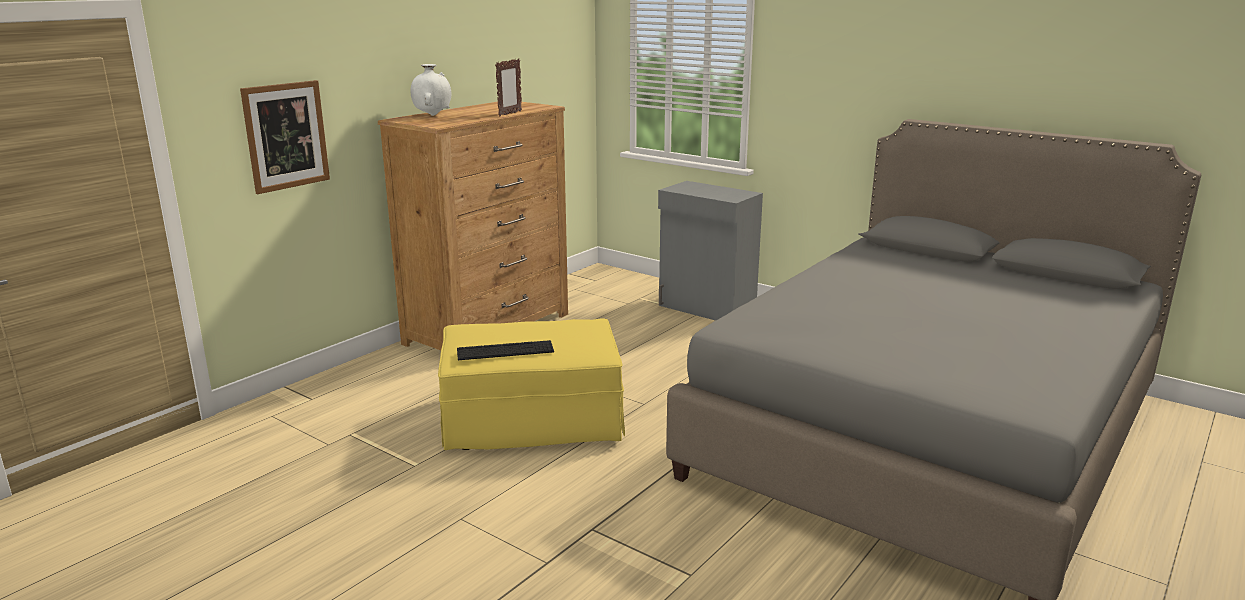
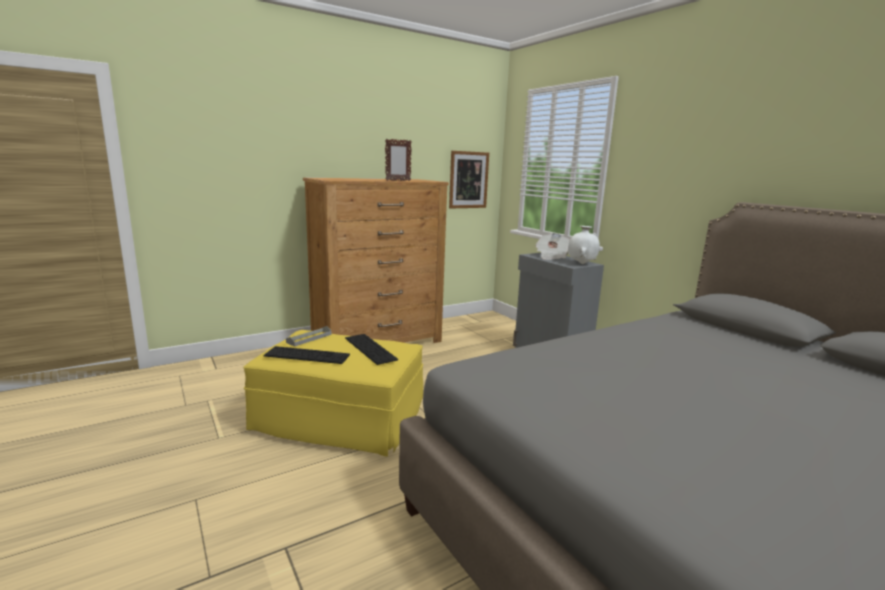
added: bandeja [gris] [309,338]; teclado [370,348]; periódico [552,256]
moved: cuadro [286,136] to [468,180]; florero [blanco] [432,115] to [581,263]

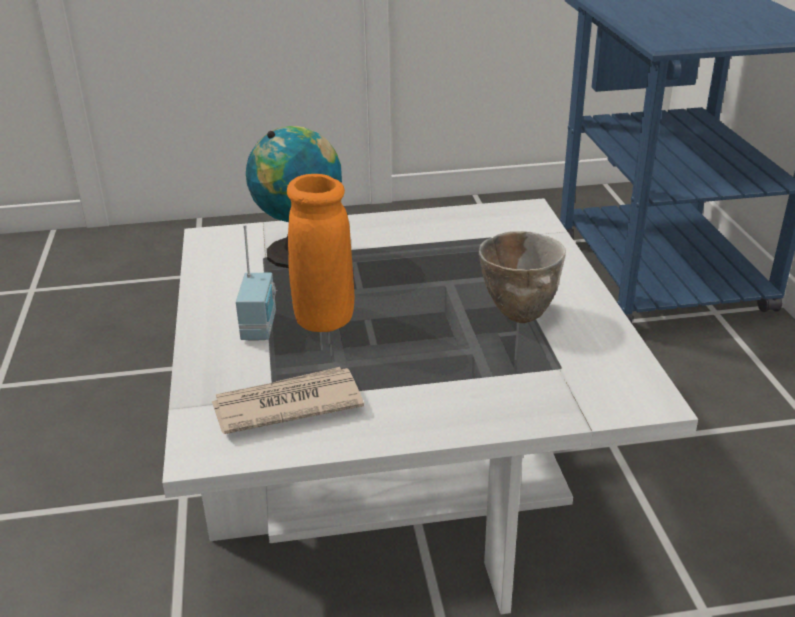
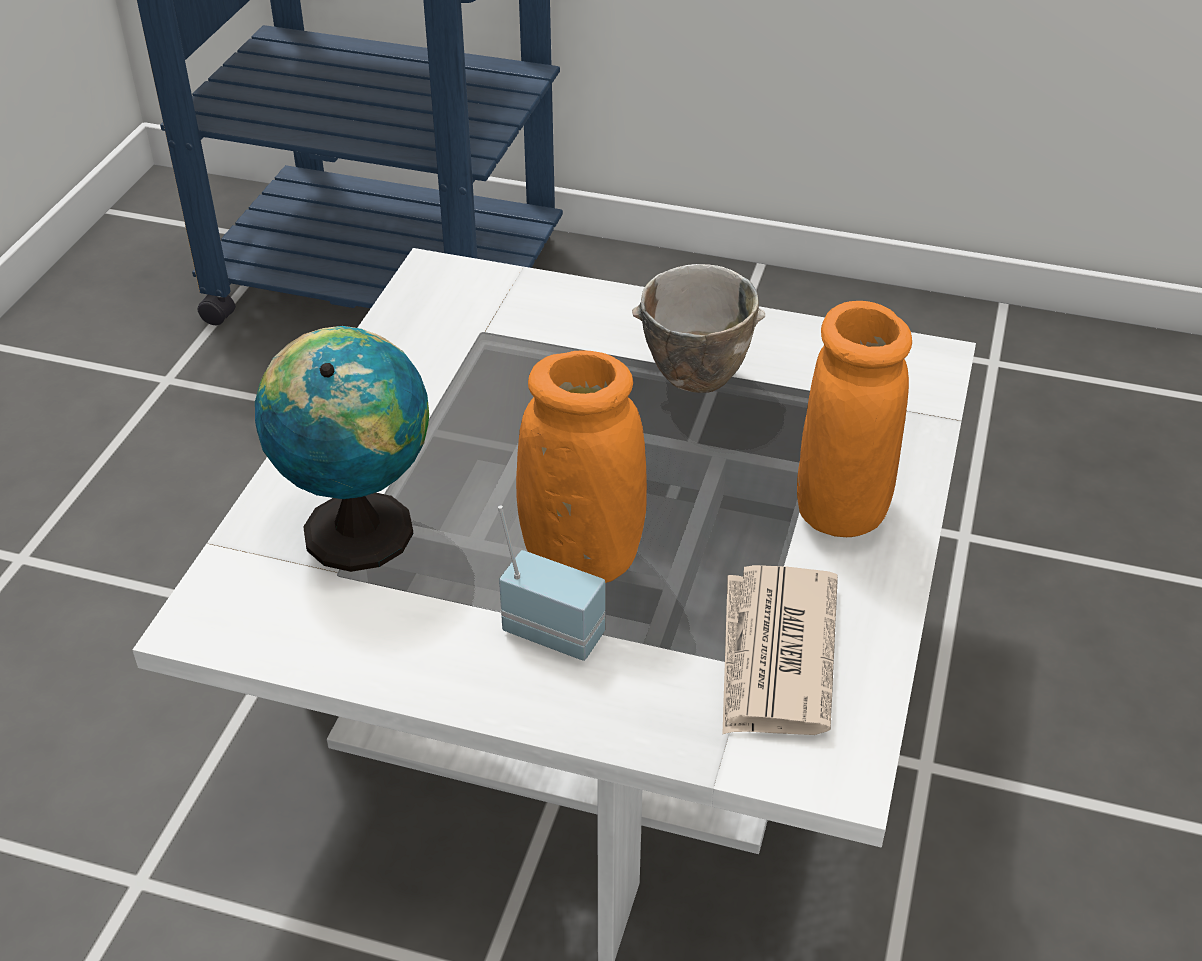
added: florero [naranja] [841,509]

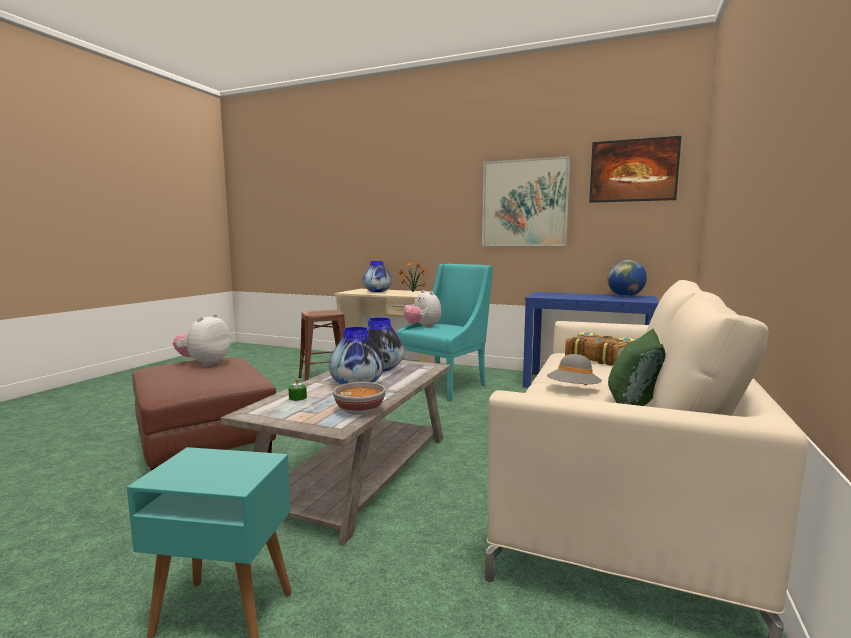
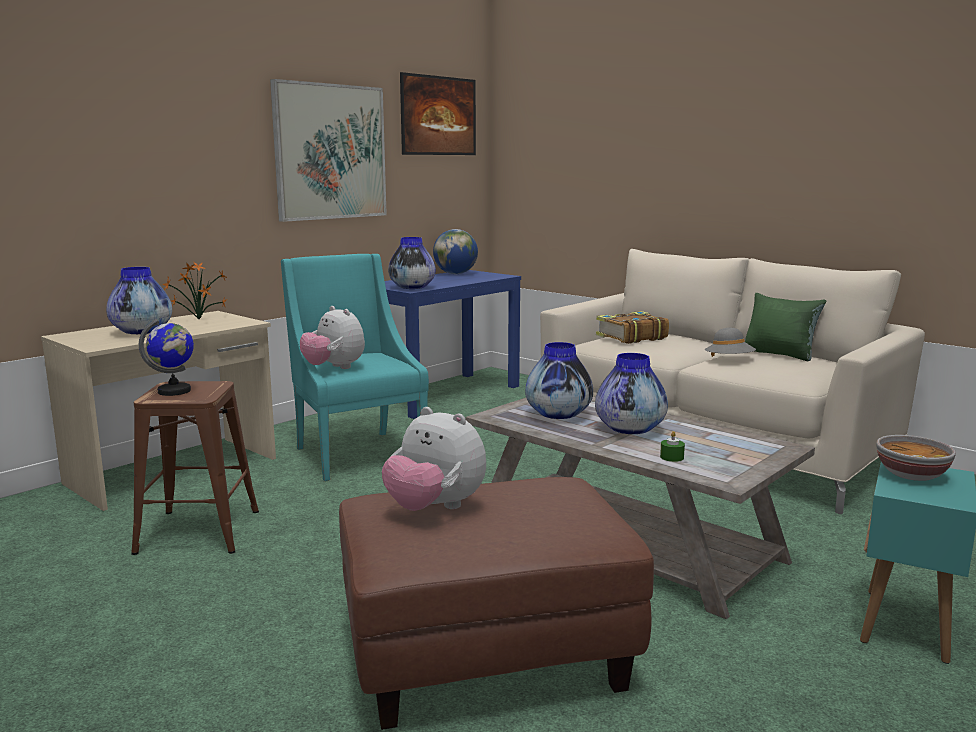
added: globo terráqueo [174,391]; florero [412,288]
moved: cuenco [360,410] to [911,474]
turned: peluche [422,327] = [334,368] 60 degrees clockwise

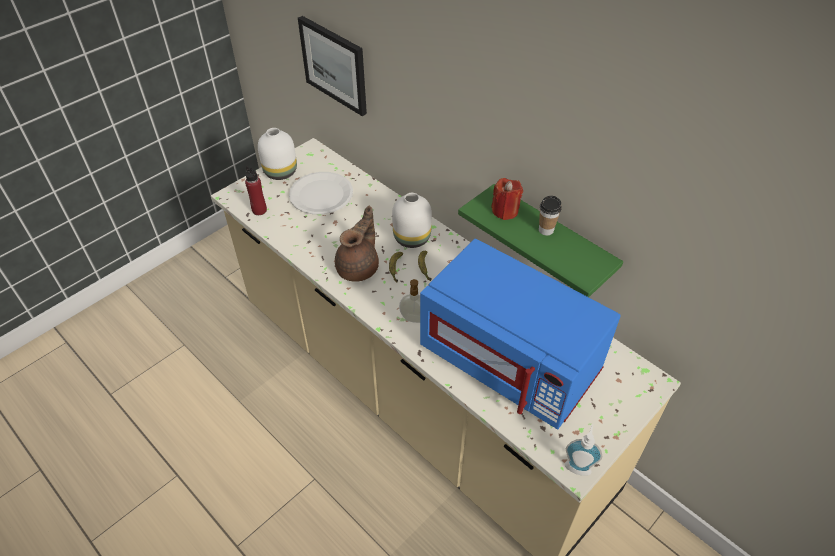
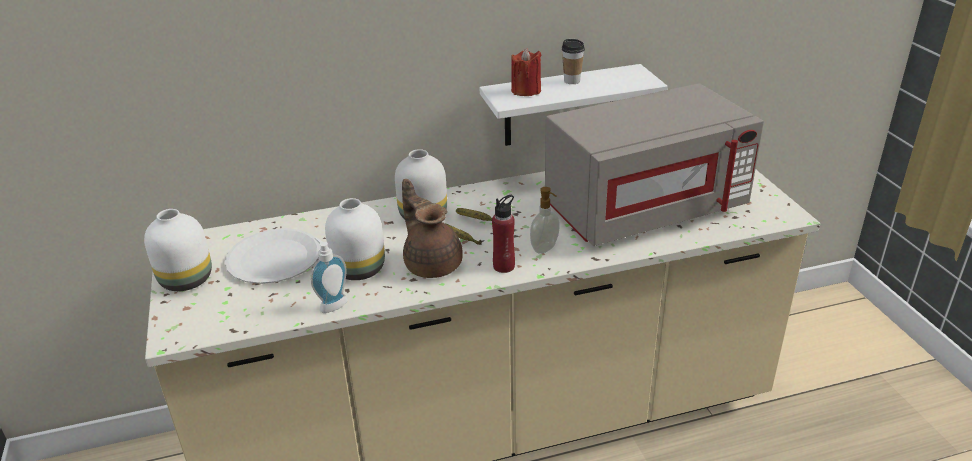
removed: cuadro [334,65]
added: florero [blanco] [358,269]
moved: dispensador de jabón [578,465] to [331,304]; botella [rojo] [259,210] to [504,266]
recoloured: estante [verde] [550,242] to estante [blanco] [561,106]; microondas [azul] [510,360] to microondas [gris] [644,209]

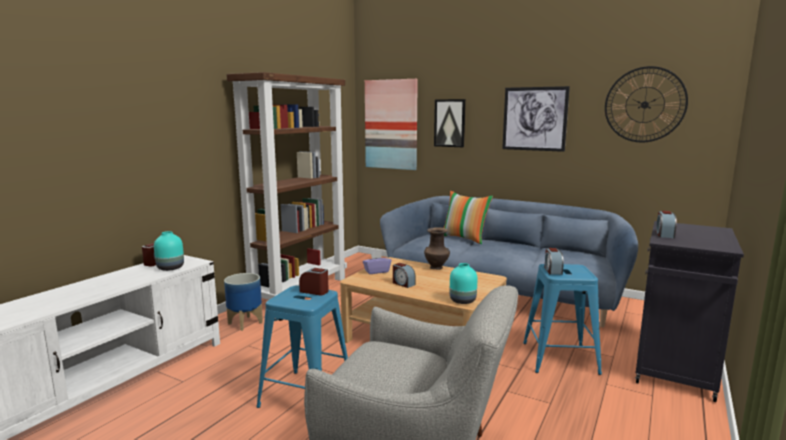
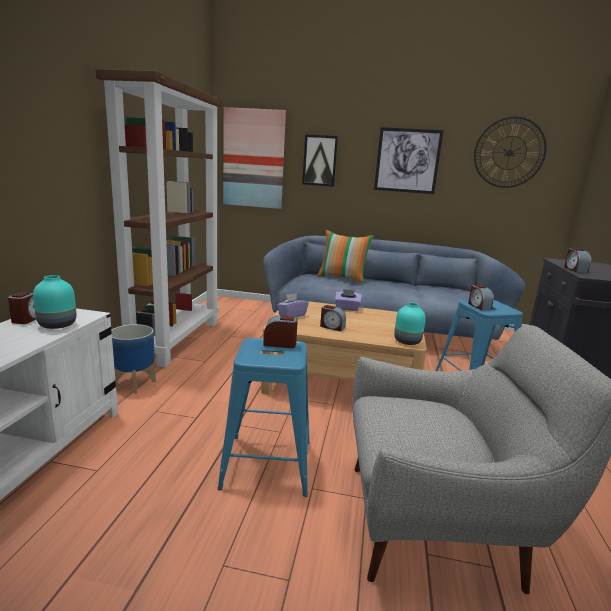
replaced: florero [marrón] [437,268] to caja de pañuelos [morado] [347,308]

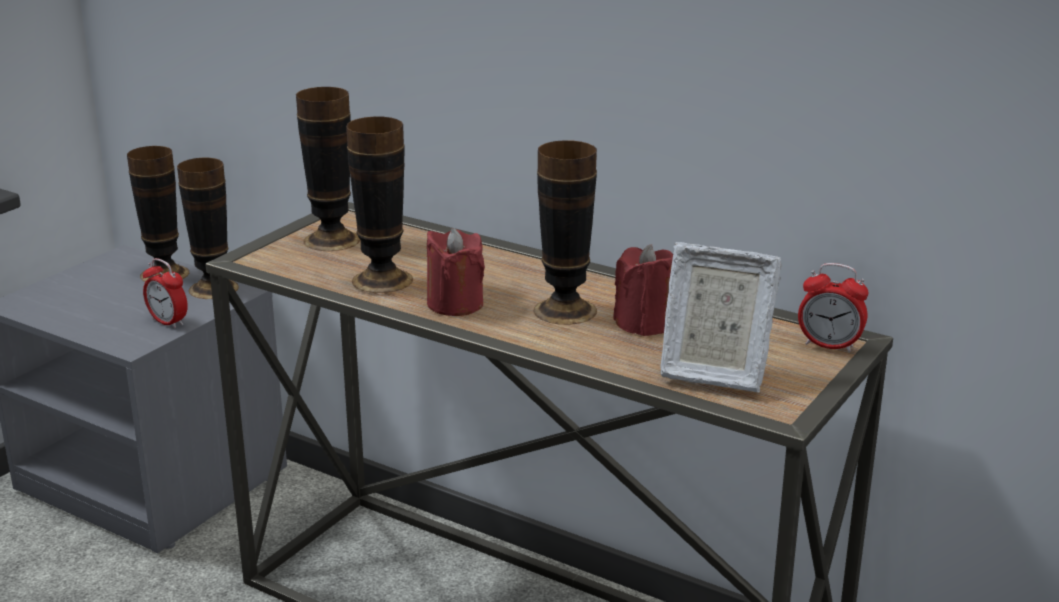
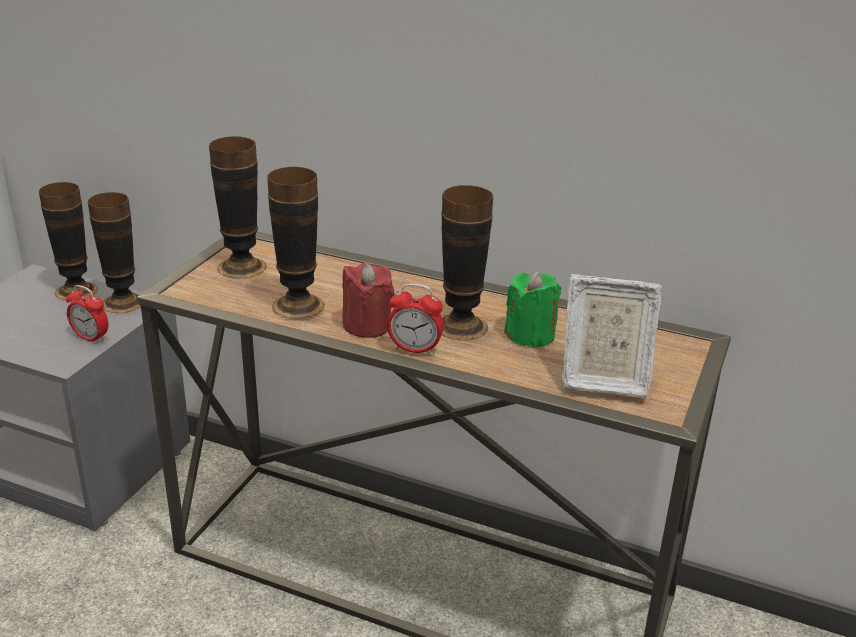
moved: despertador [829,345] to [415,349]
recoloured: vela [rojo] [644,323] to vela [verde] [530,335]

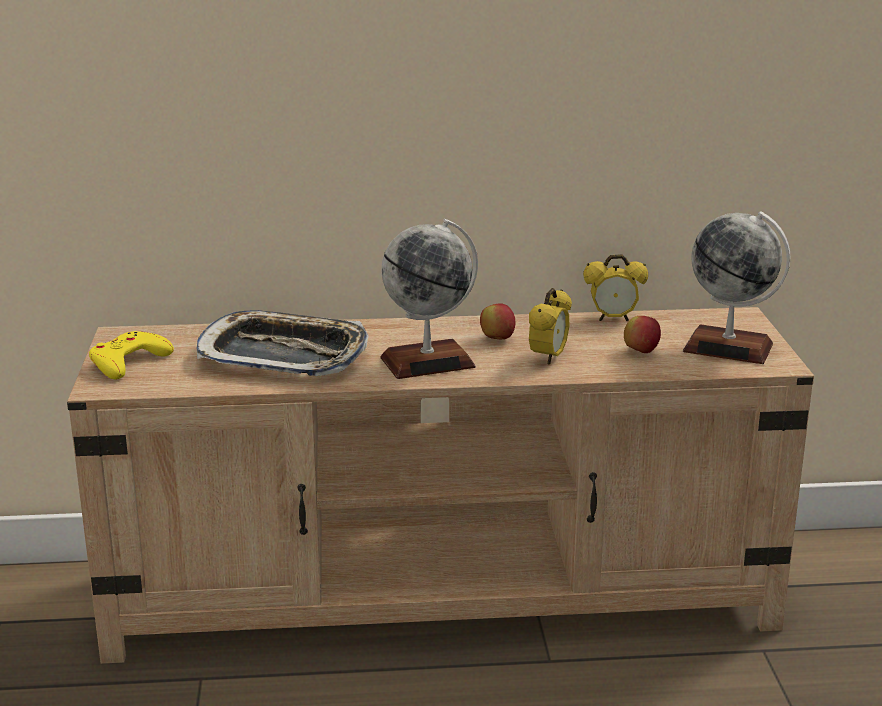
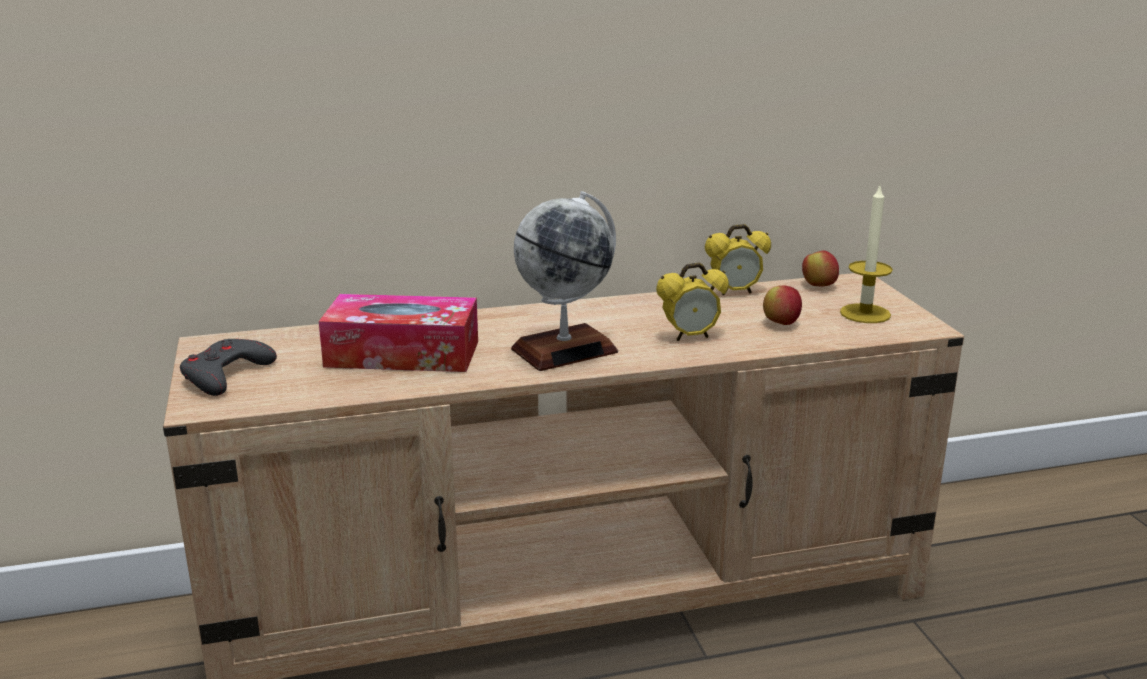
moved: manzana [497,339] to [818,286]
replaced: bandeja [283,355] to caja de pañuelos [402,354]; globo terráqueo [728,347] to vela [865,313]
recoloured: mando de consola [amarillo] [128,362] to mando de consola [gris] [226,374]
turned: despertador [548,358] = [690,337] 60 degrees clockwise

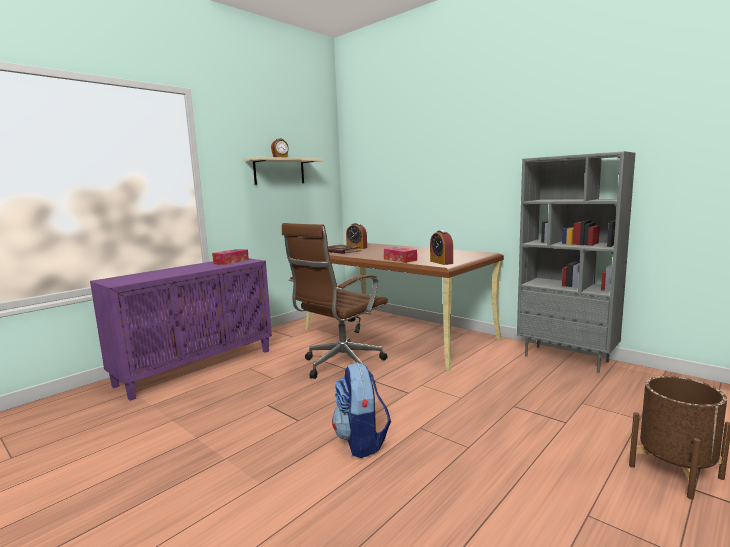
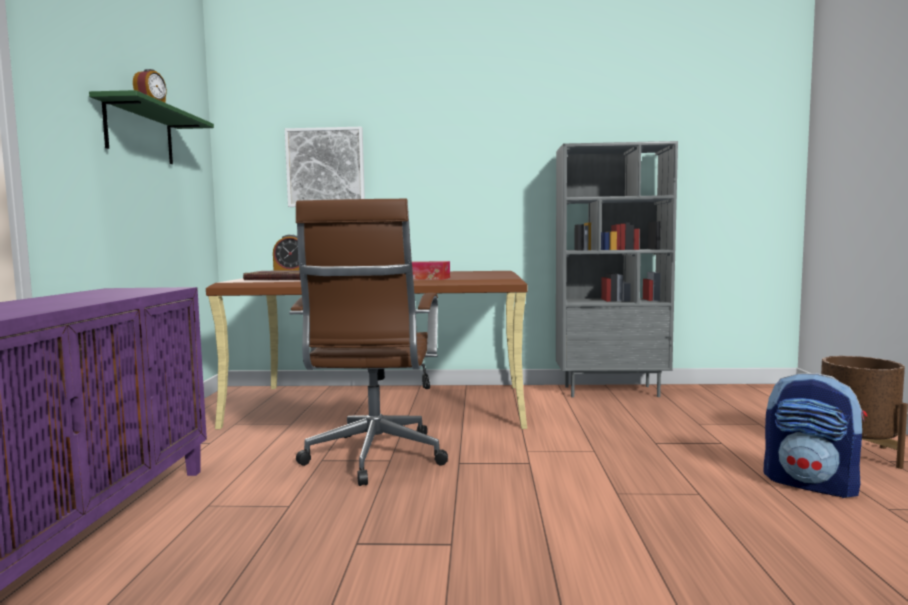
removed: caja de pañuelos [231,261]; despertador [441,262]
added: cuadro [325,167]
moved: mochila [361,441] to [811,484]
recoloured: estante [beis] [279,171] to estante [verde] [139,133]

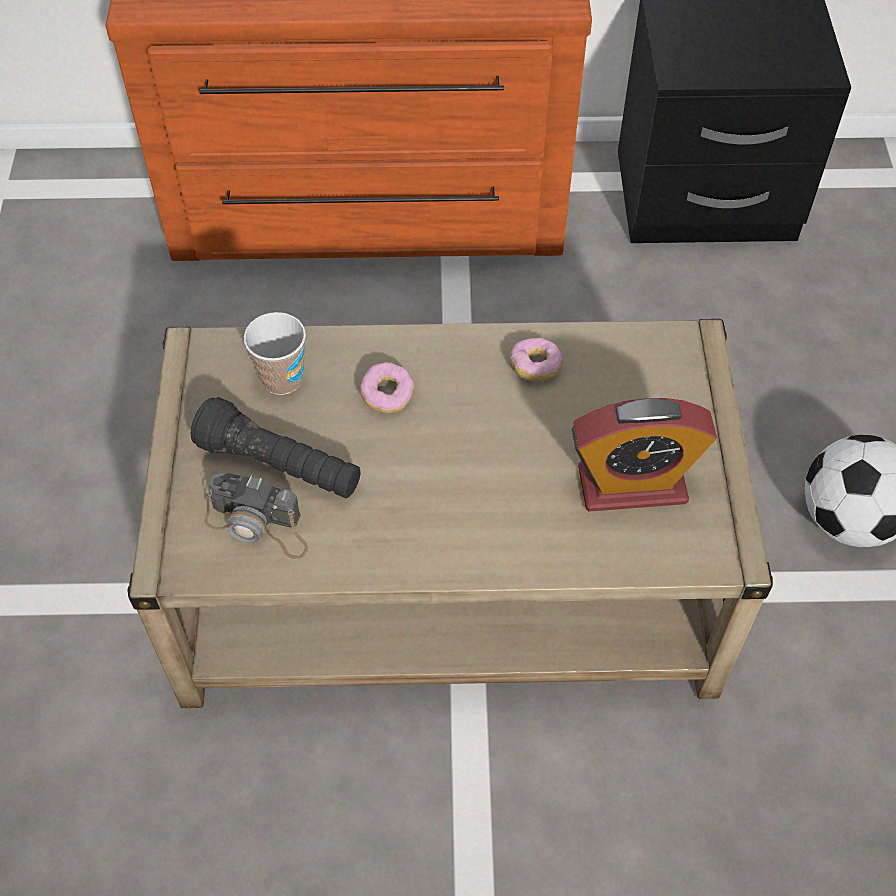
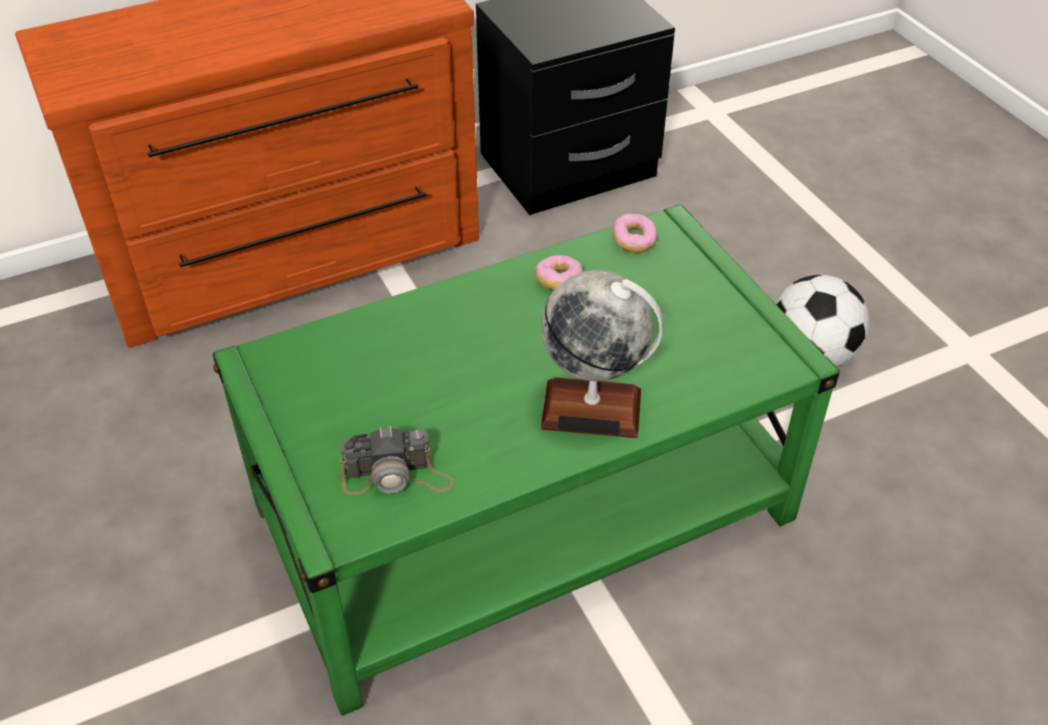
removed: linterna [negro] [280,466]; taza [282,379]; despertador [632,485]
added: globo terráqueo [592,408]
moved: rosquilla [387,395] to [634,241]
recoloured: mesa de centro [beis] [448,576] to mesa de centro [verde] [524,512]

